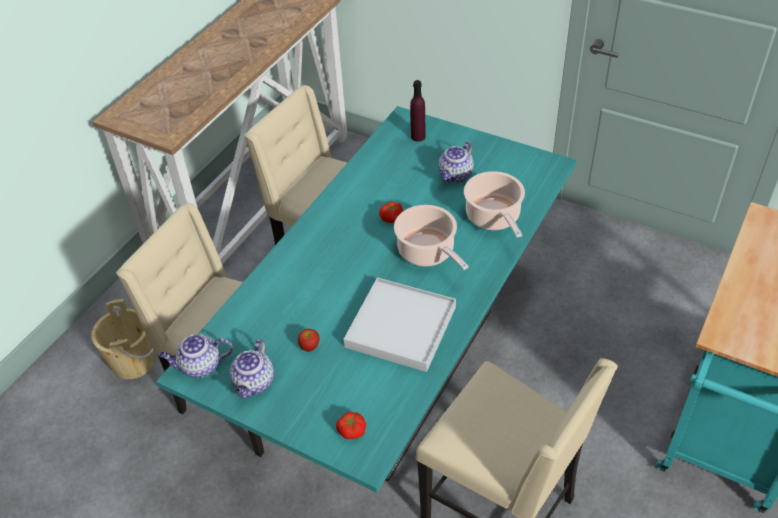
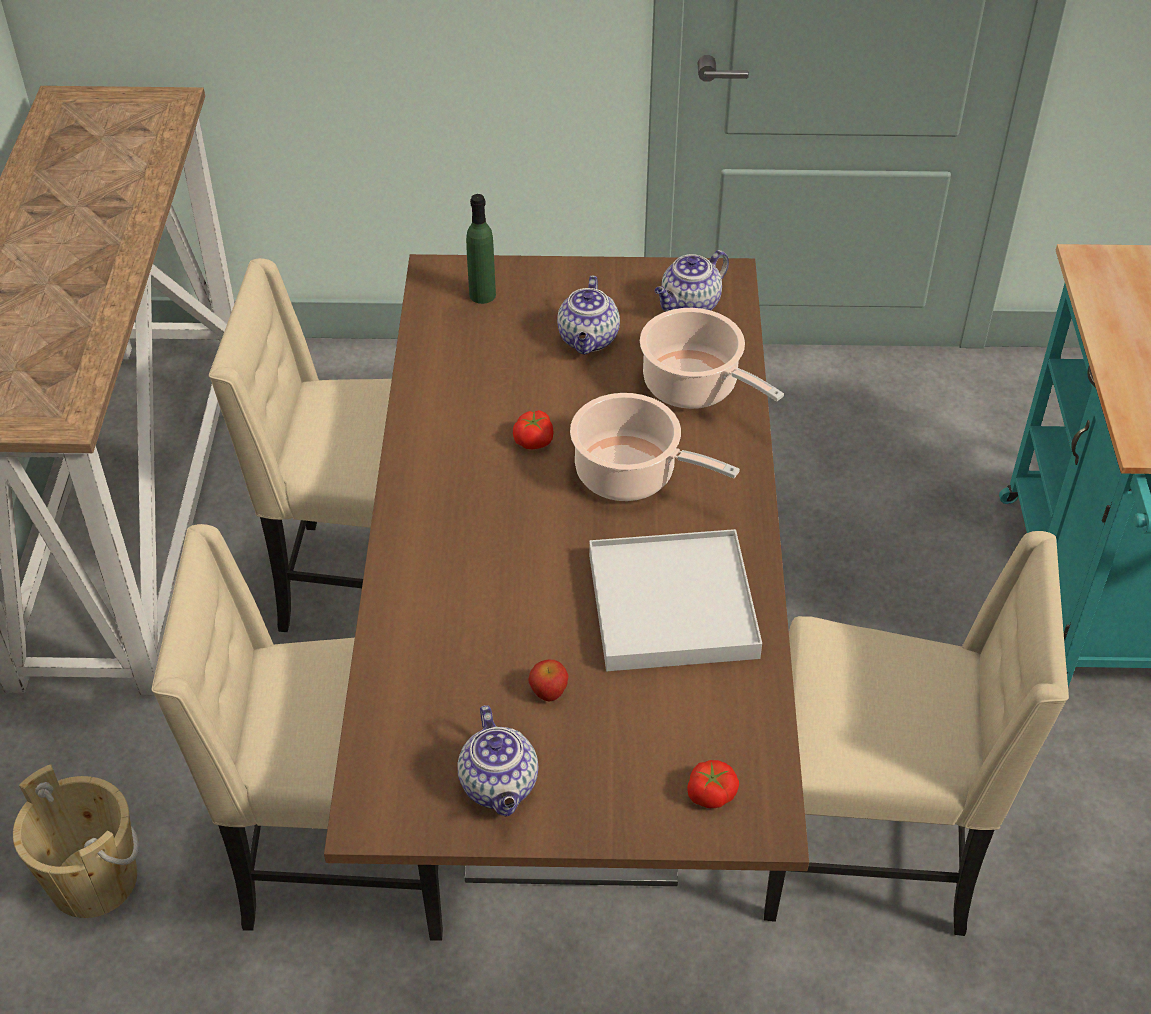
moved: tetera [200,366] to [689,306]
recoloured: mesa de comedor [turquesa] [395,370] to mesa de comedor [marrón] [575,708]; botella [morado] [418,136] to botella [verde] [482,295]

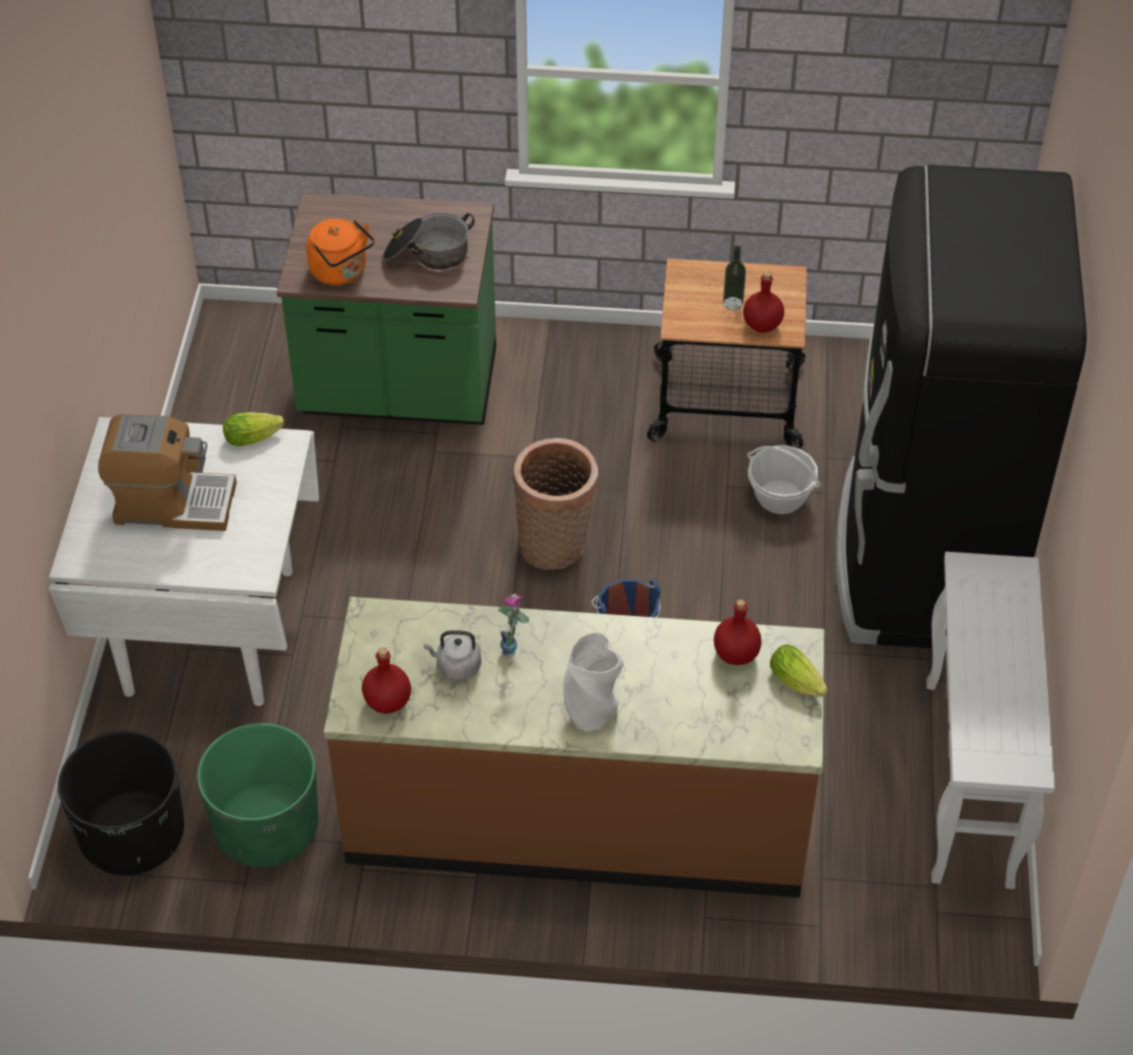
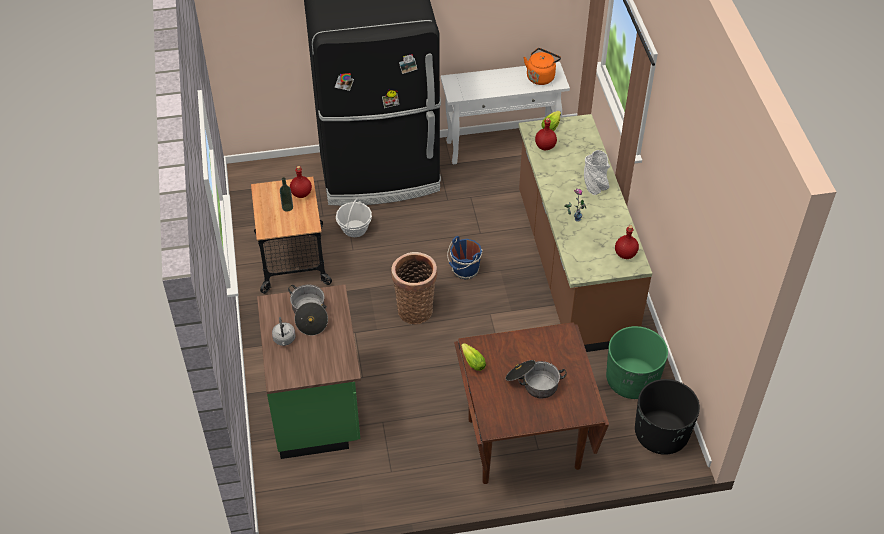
moved: hervidor [gris] [456,667] to [284,340]; hervidor [naranja] [341,272] to [541,76]
replaced: cafetera [172,503] to olla [533,383]
recoloured: mesa de comedor [blanco] [208,630] to mesa de comedor [marrón] [524,444]

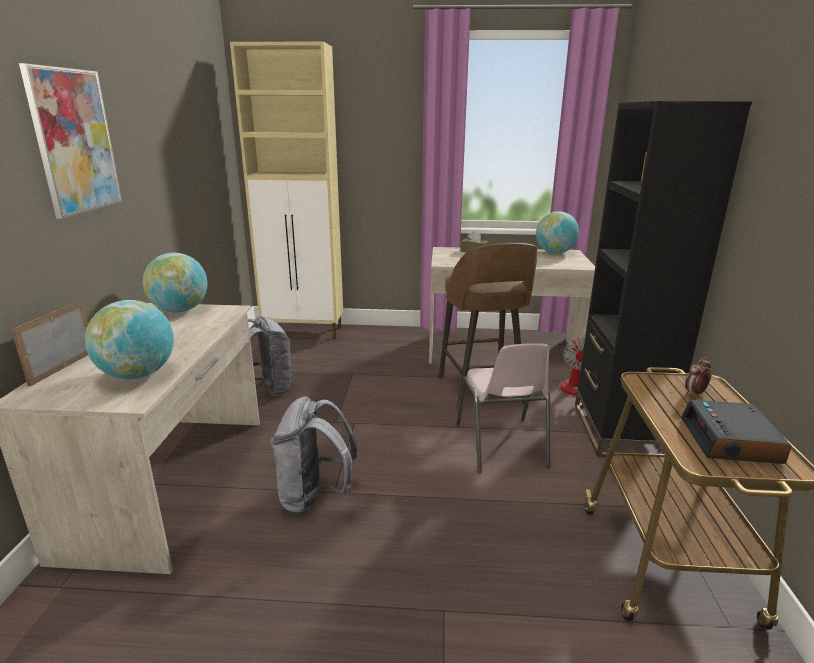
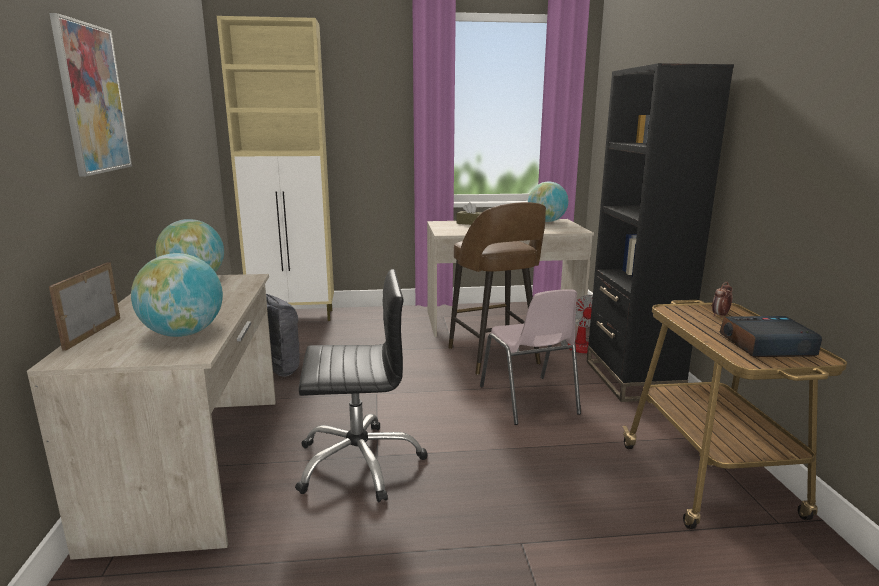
replaced: mochila [gris] [315,497] to silla de oficina [negro] [359,462]
turned: despertador [731,441] = [766,345] 90 degrees clockwise

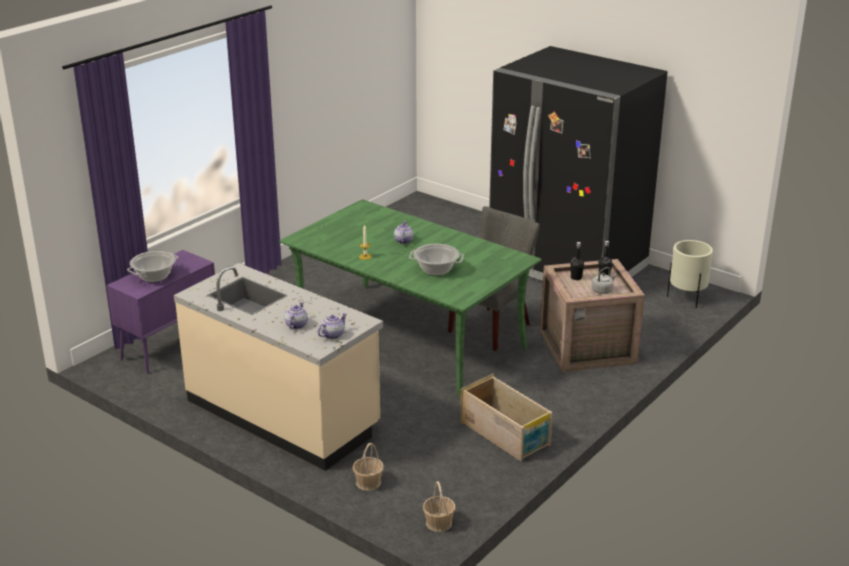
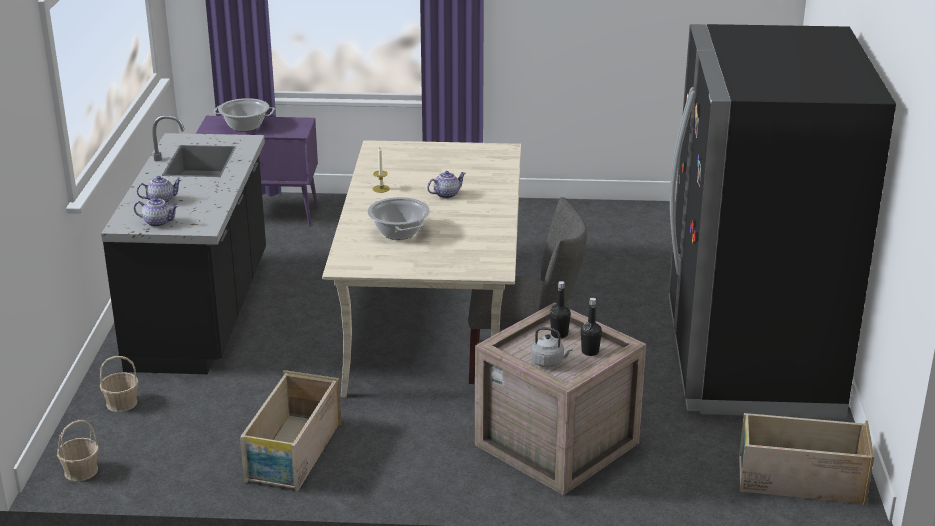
replaced: maceta [beis] [686,298] to caja de embalaje [799,480]
recoloured: mueble bajo de cocina [beis] [283,414] to mueble bajo de cocina [negro] [202,312]; mesa de comedor [verde] [408,337] to mesa de comedor [beis] [432,321]

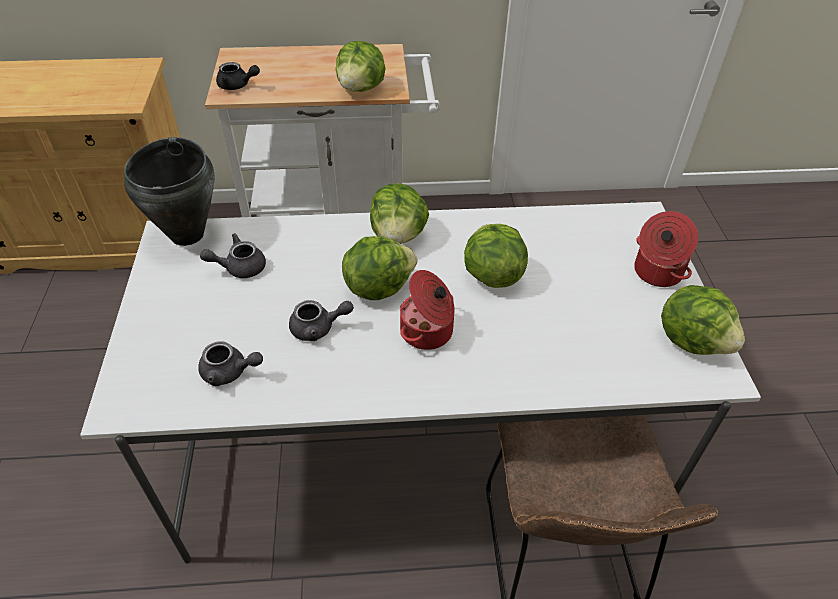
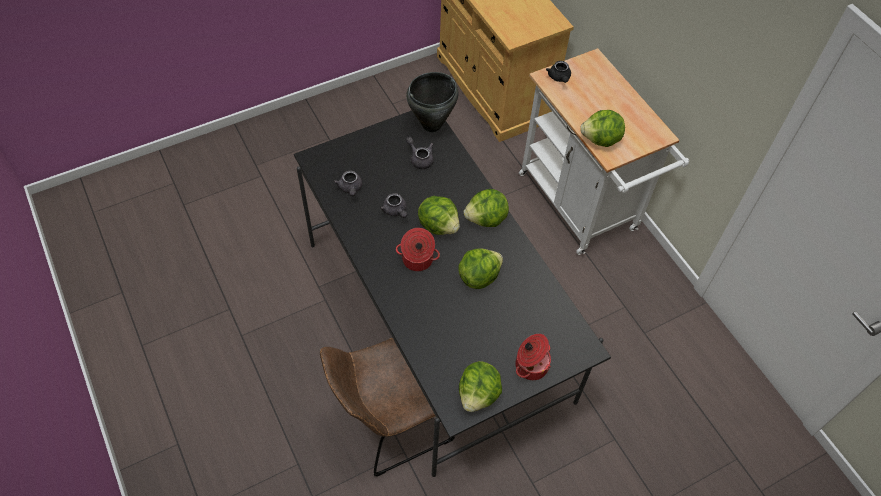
recoloured: mesa de comedor [blanco] [416,434] to mesa de comedor [negro] [437,320]

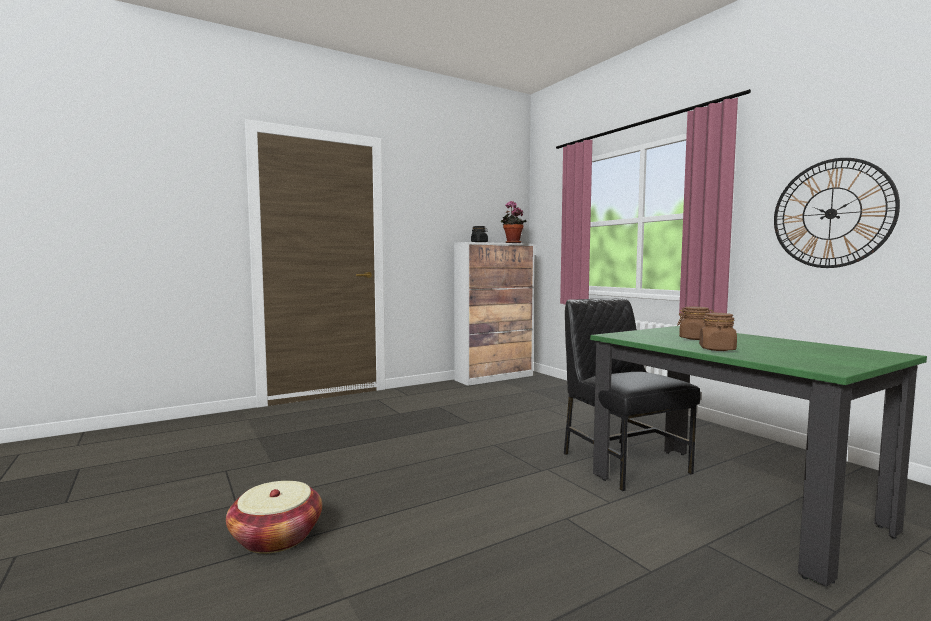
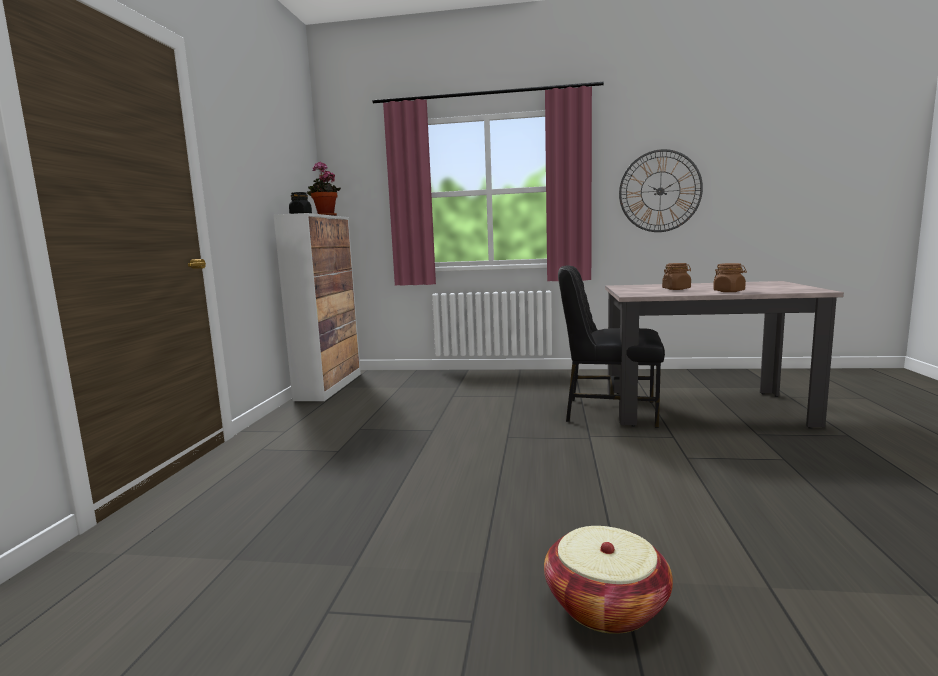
recoloured: mesa de comedor [verde] [728,501] to mesa de comedor [beis] [703,409]

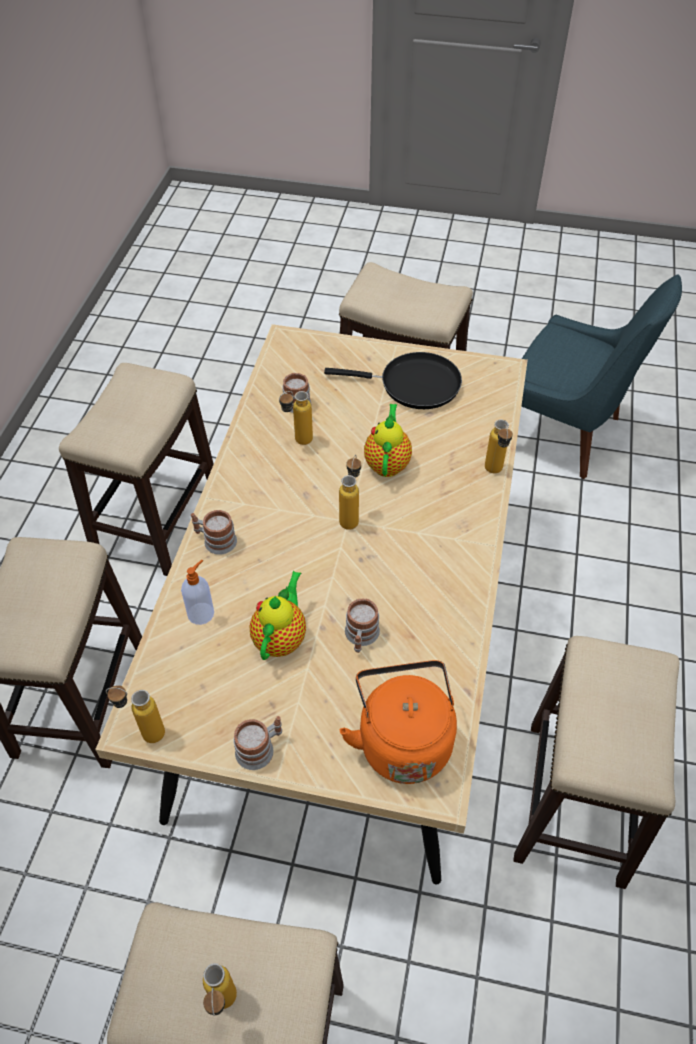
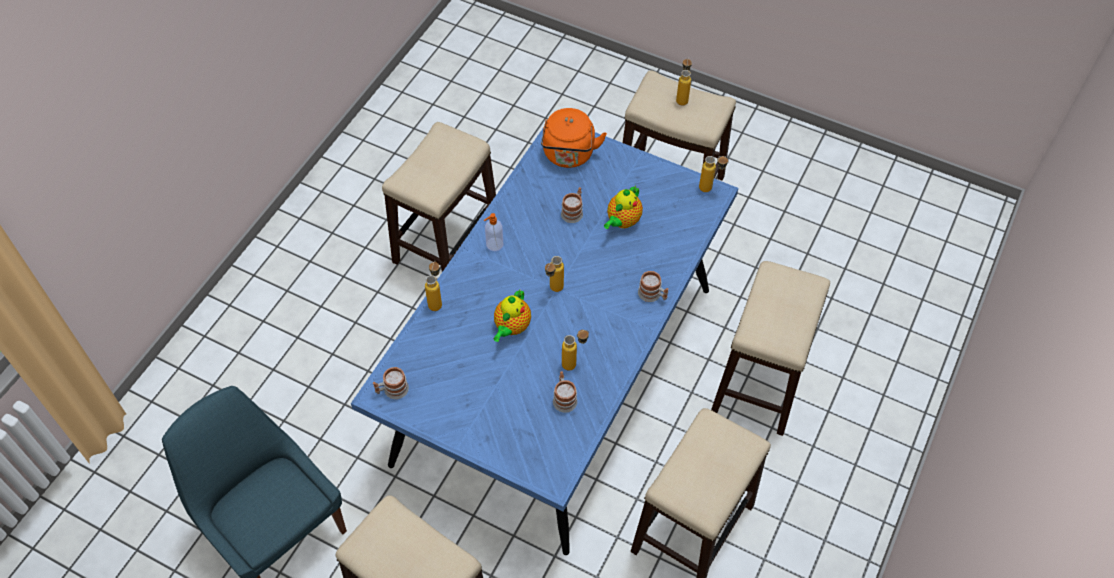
removed: sartén [negro] [414,385]
moved: taza grande [260,748] to [392,390]; dispensador de jabón [201,613] to [494,245]
recoloured: mesa de comedor [beis] [348,647] to mesa de comedor [azul] [556,372]

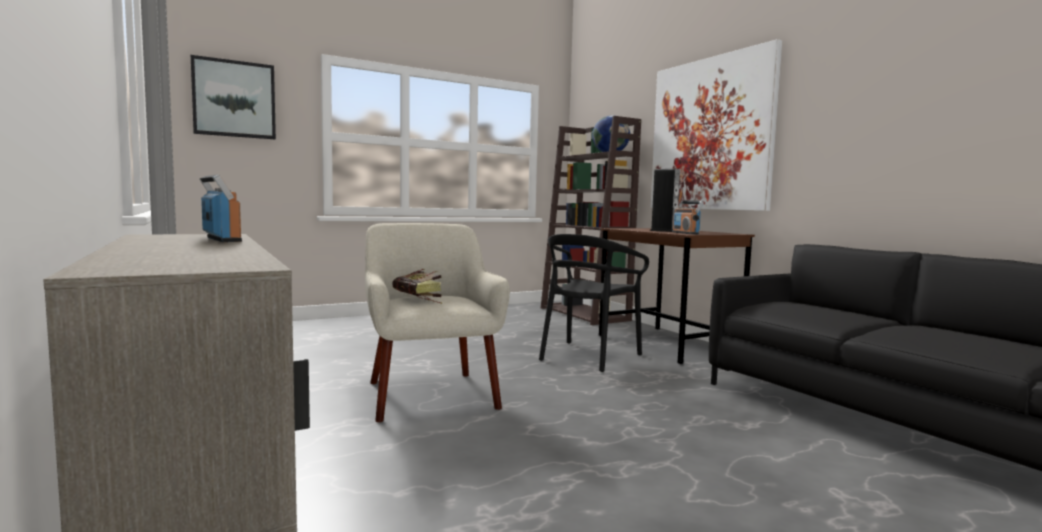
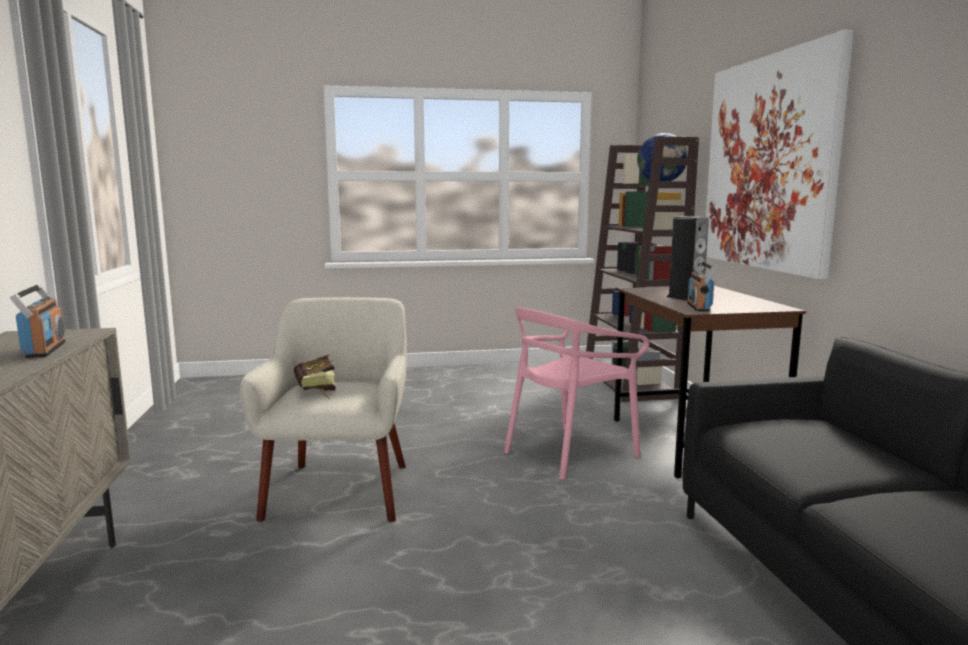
removed: cuadro [234,99]
recoloured: silla [negro] [588,356] to silla [rosa] [569,452]

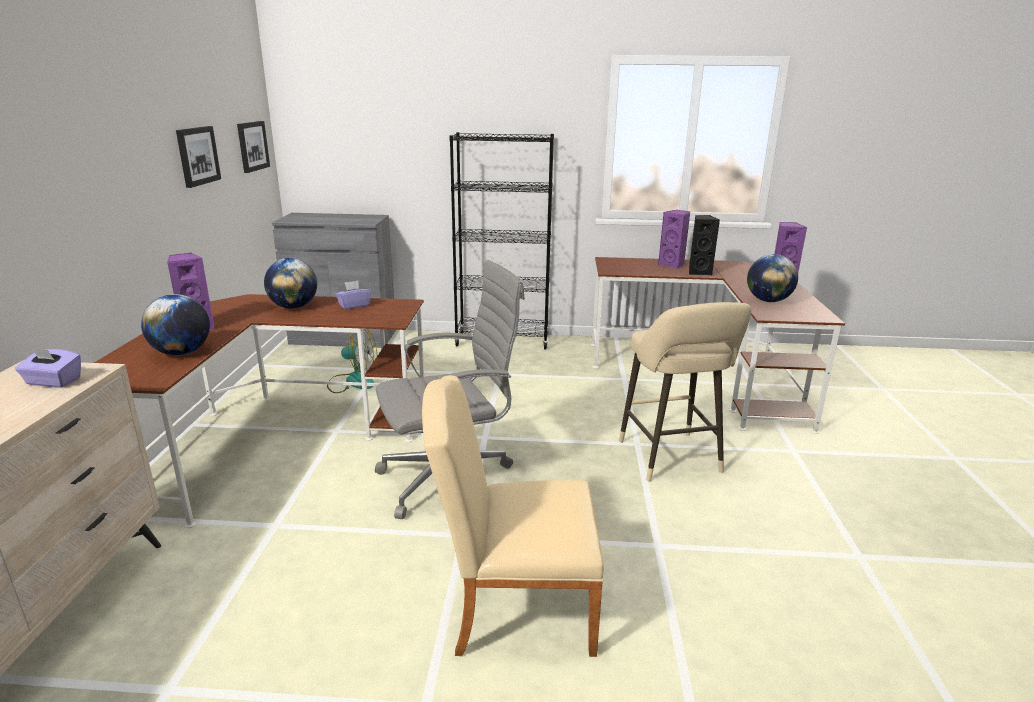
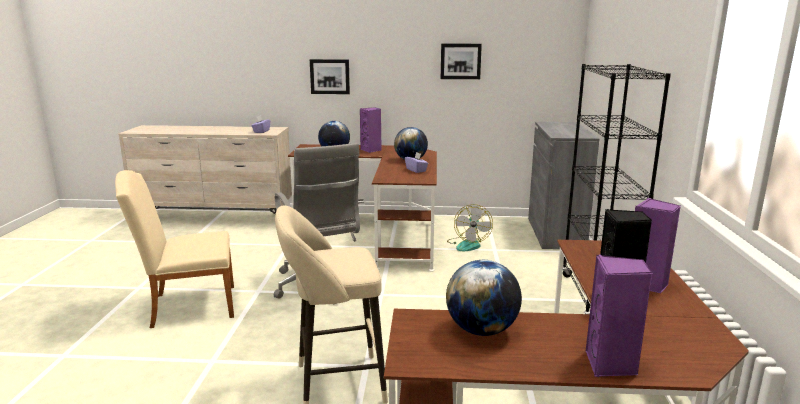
moved: cuadro [252,146] to [330,76]
turned: silla [beis] [512,606] = [187,306] 105 degrees counterclockwise

